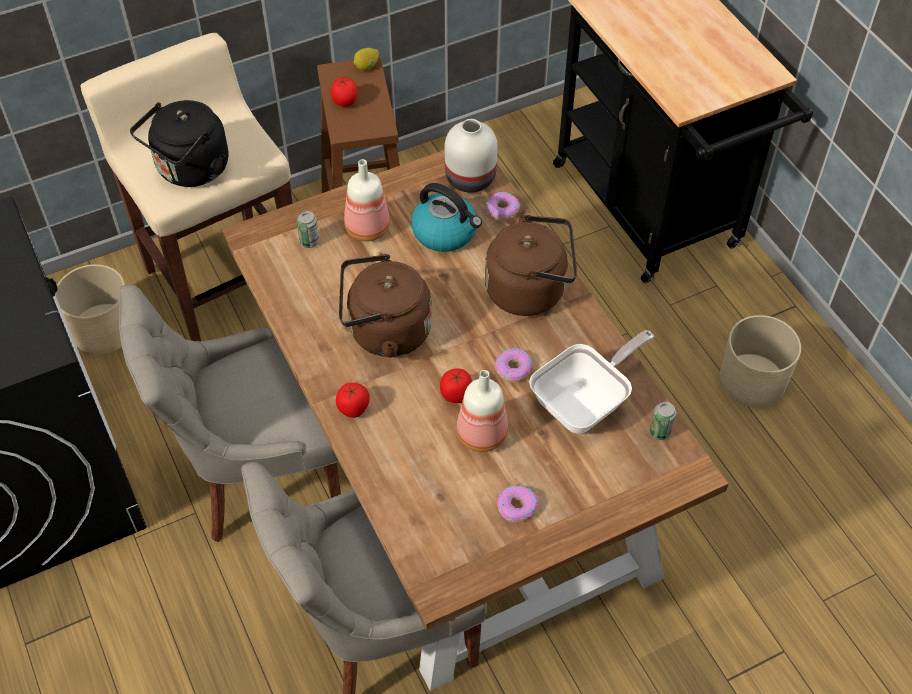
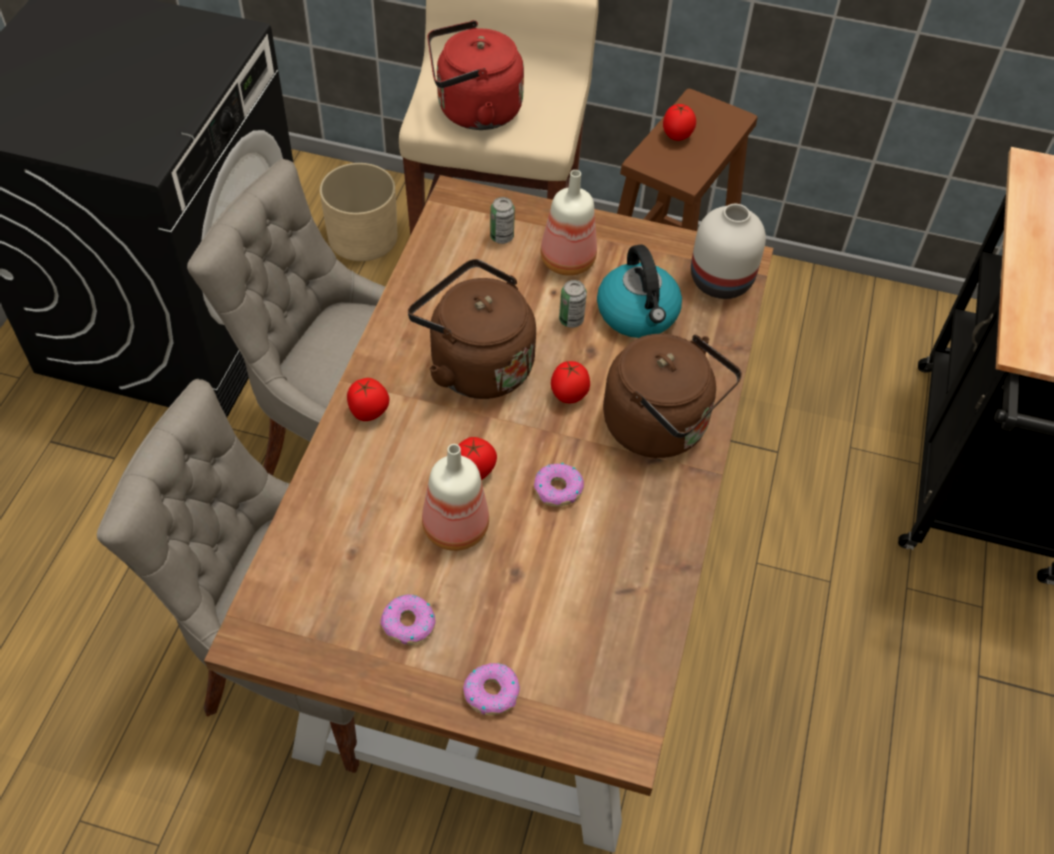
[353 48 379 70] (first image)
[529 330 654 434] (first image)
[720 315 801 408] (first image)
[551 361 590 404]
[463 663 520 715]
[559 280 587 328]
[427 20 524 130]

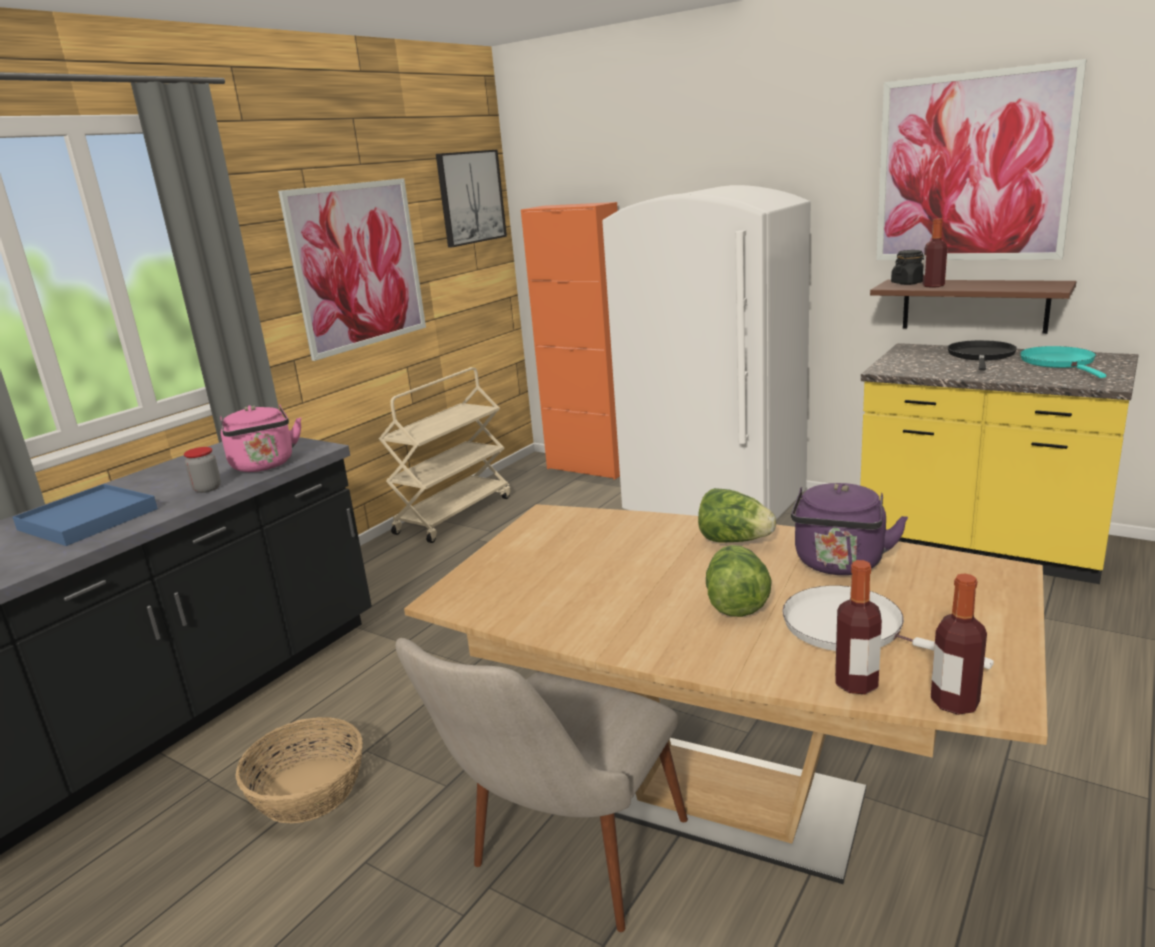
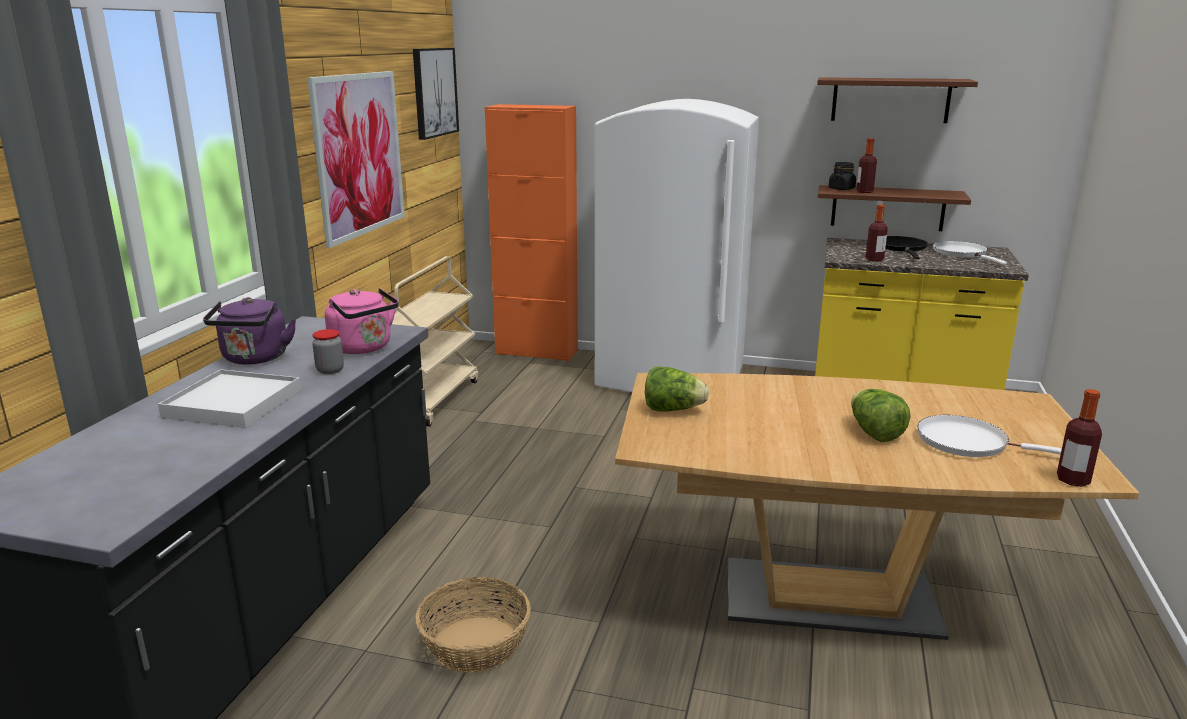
[396 638 688 932] (first image)
[645 367 709 412]
[203 297 296 365]
[866 204 888 261]
[817 77 978 123]
[158 369 301 428]
[933 241 1007 265]

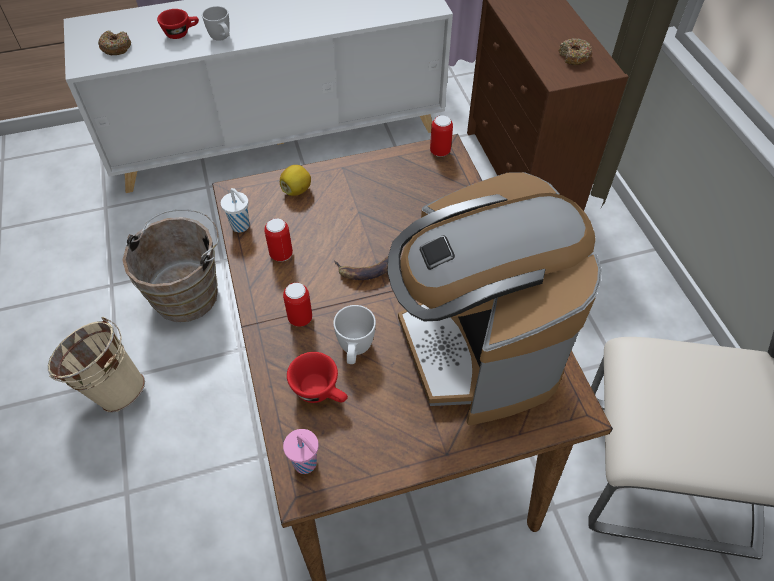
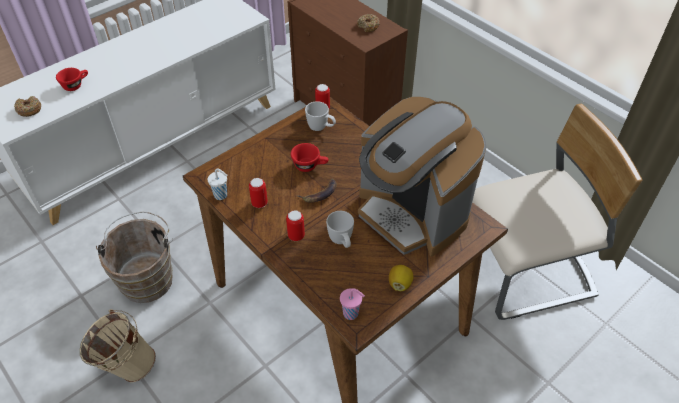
[305 101 336 131]
[389 265 413 291]
[291 143 329 172]

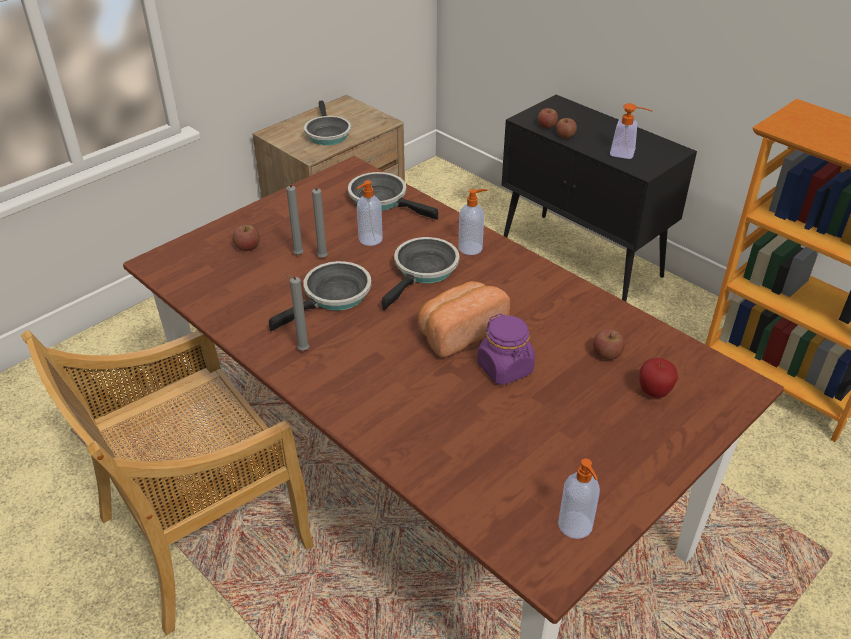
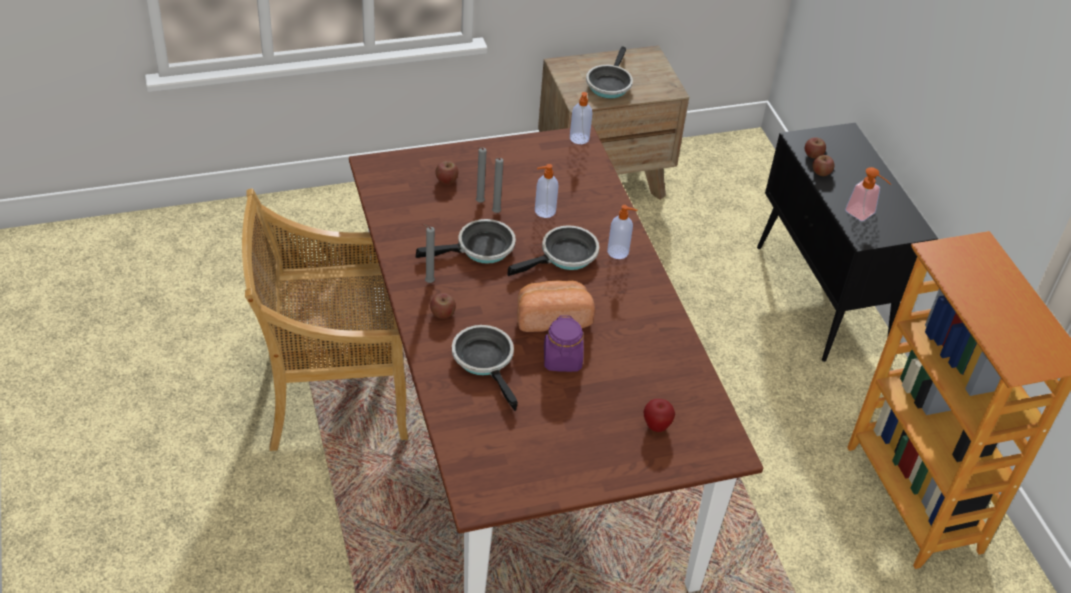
[452 325 518 411]
[570 92 592 144]
[430 293 456 319]

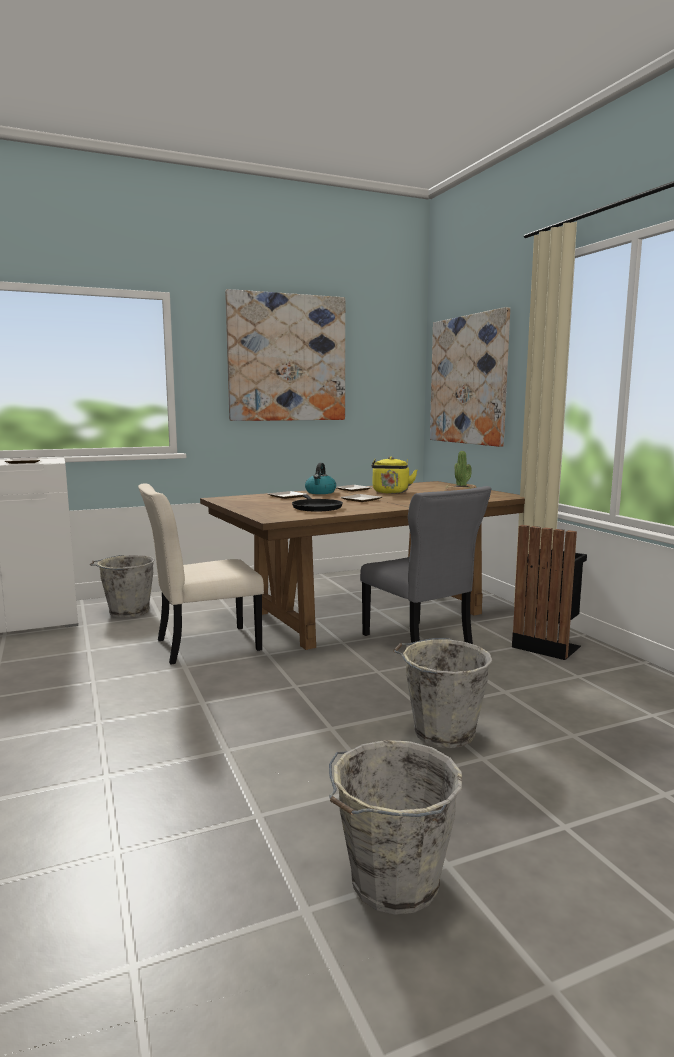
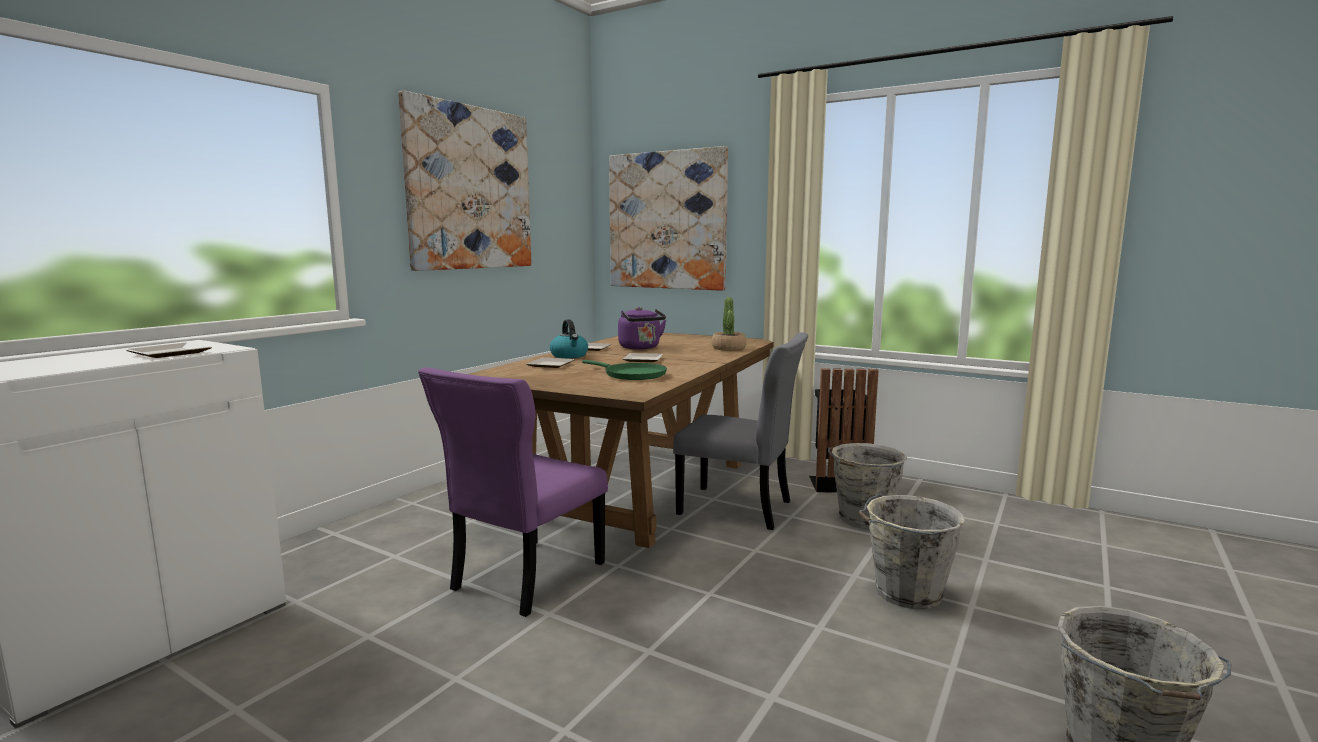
[828 443 907 529]
[418 367 608 617]
[582 360 667 380]
[618 307 666 350]

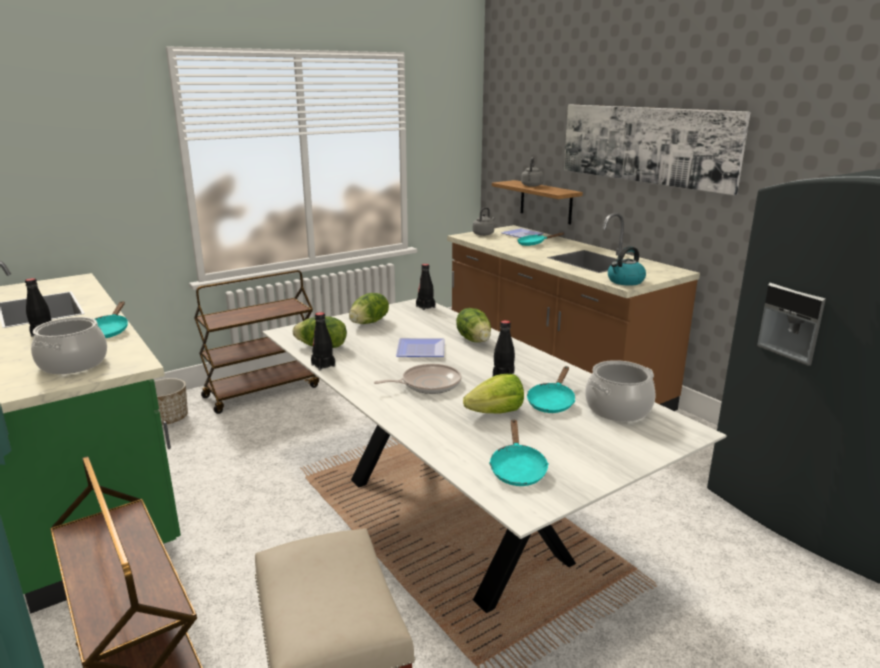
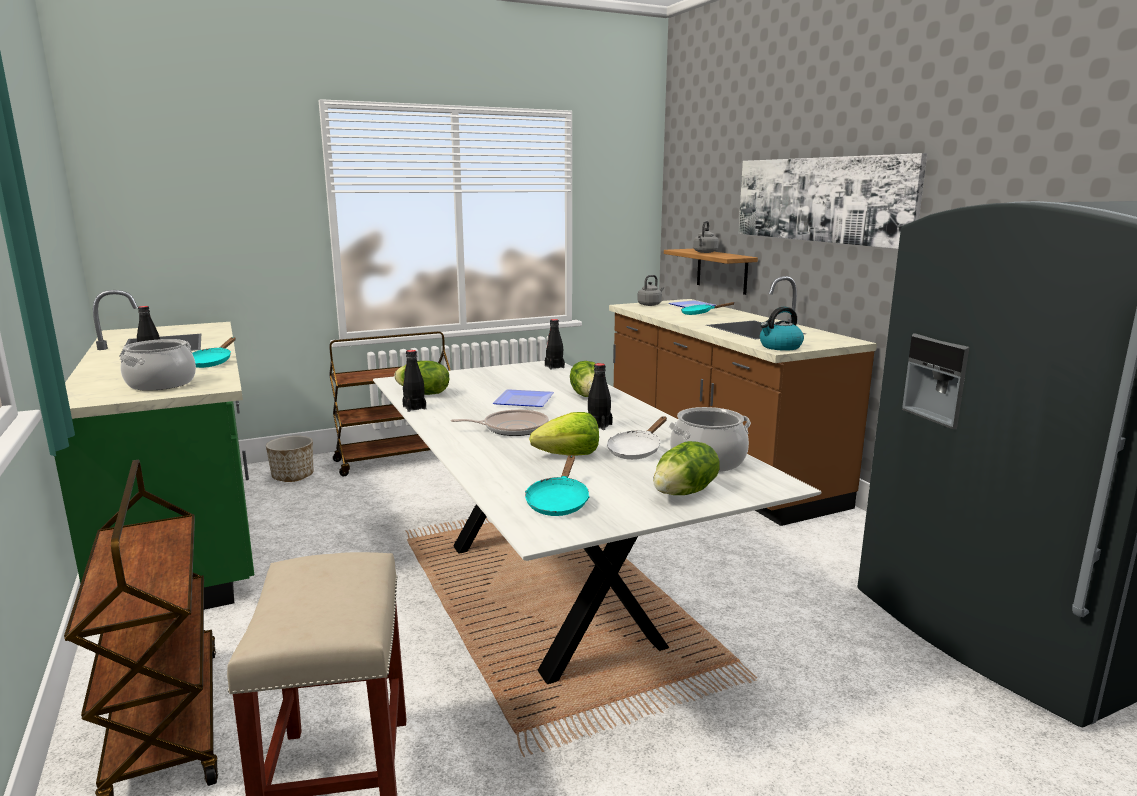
[653 441 720 495]
[607 417 667 460]

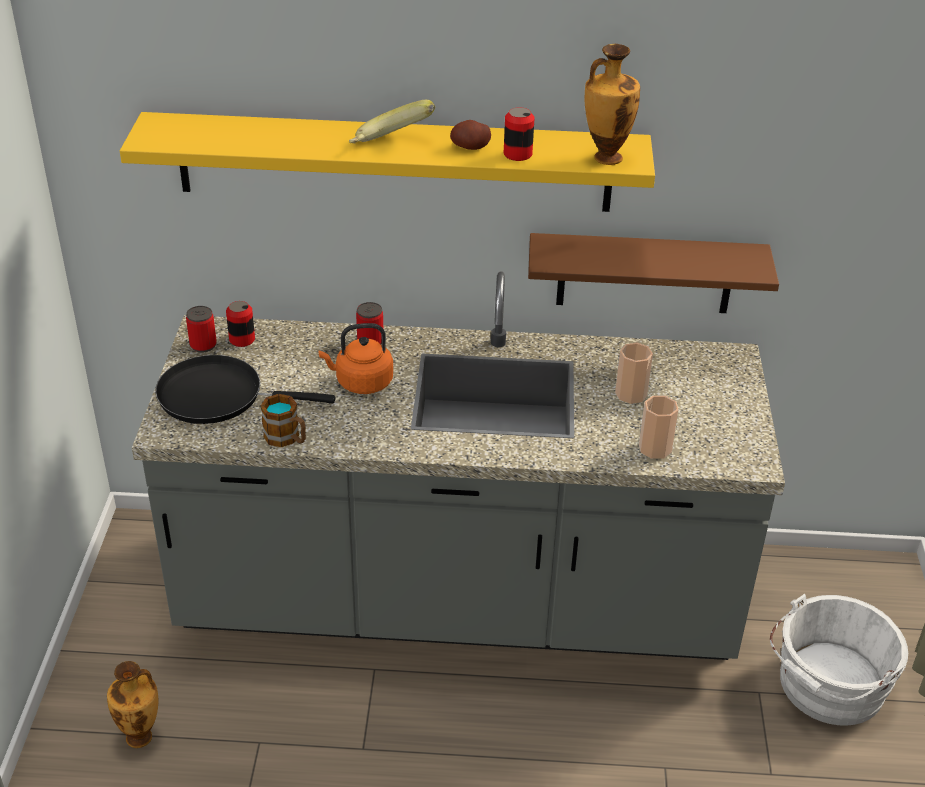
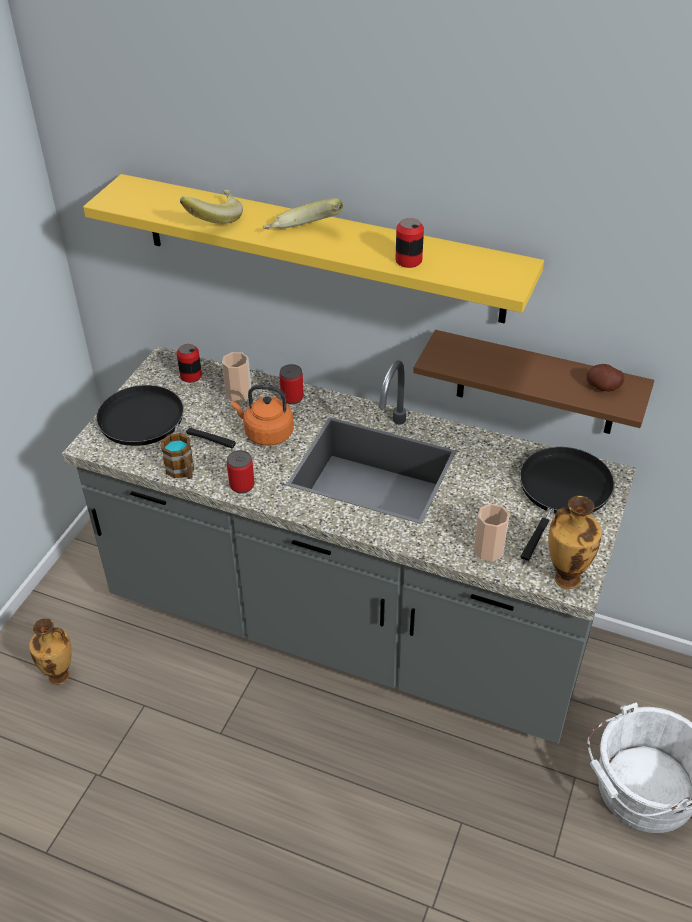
[180 190 243 224]
[520 447 615 561]
[227 450 254 493]
[586 364 624 391]
[548 496 602 589]
[222 352 251 402]

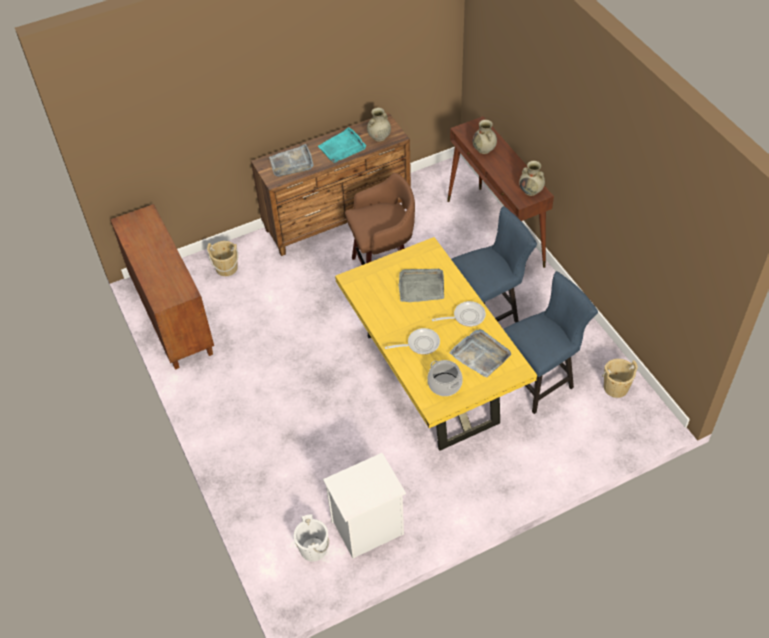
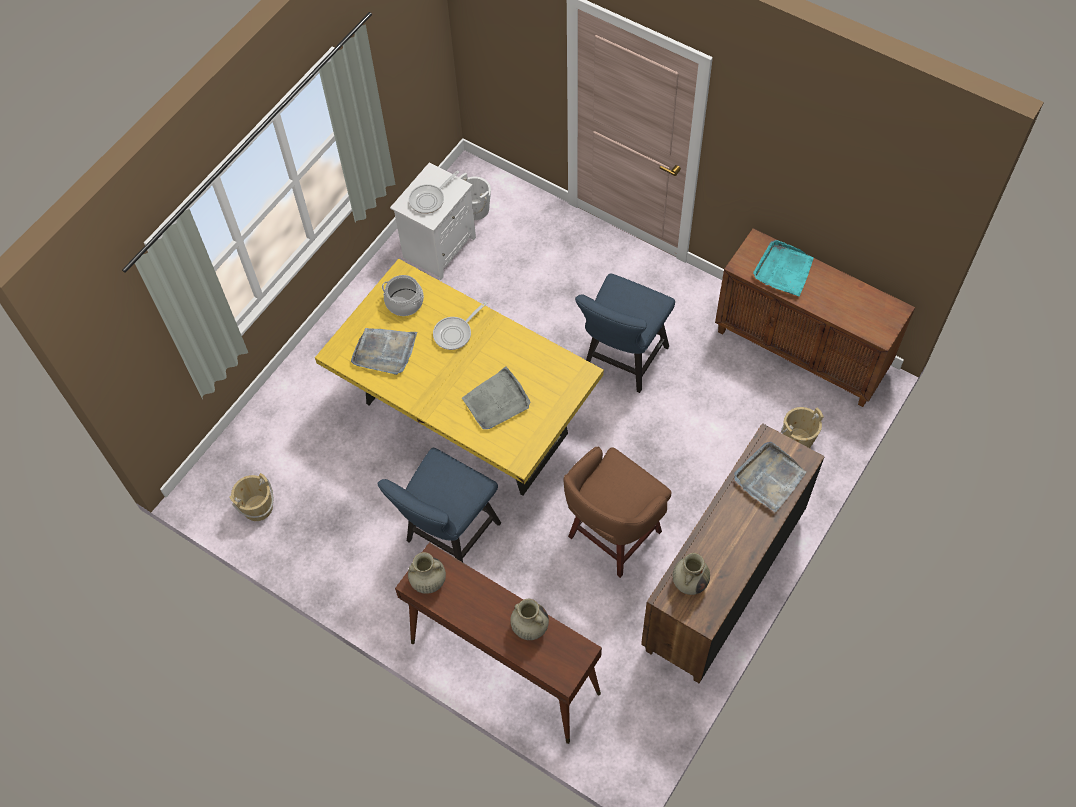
[753 240 814 296]
[409 171 459 214]
[575 273 675 393]

